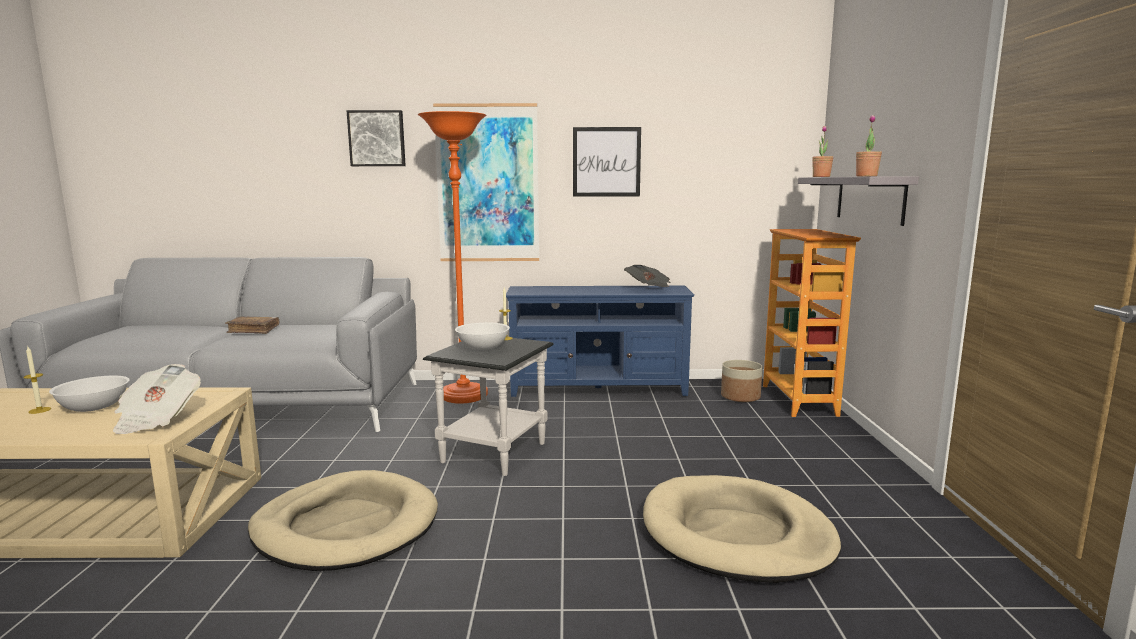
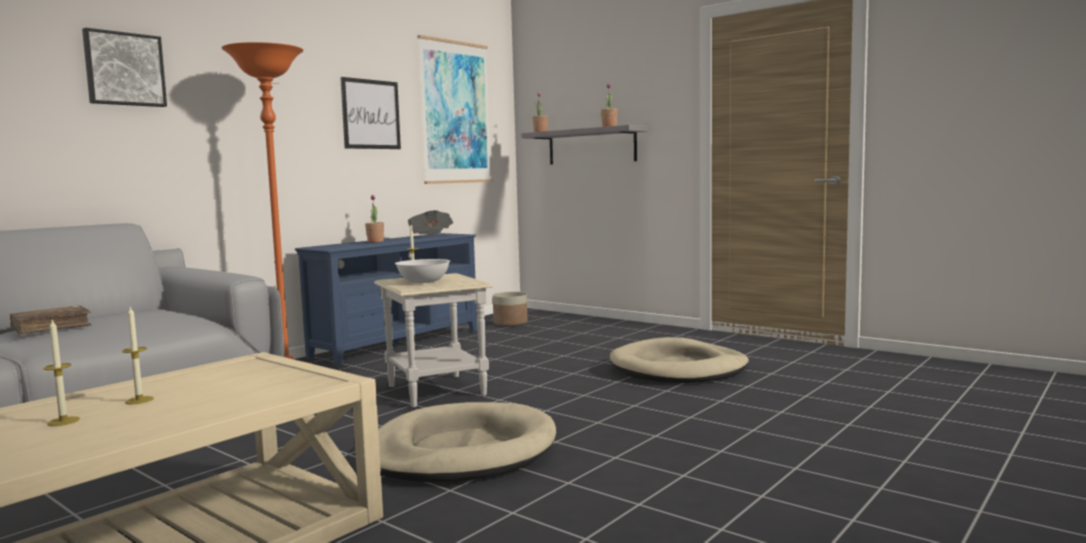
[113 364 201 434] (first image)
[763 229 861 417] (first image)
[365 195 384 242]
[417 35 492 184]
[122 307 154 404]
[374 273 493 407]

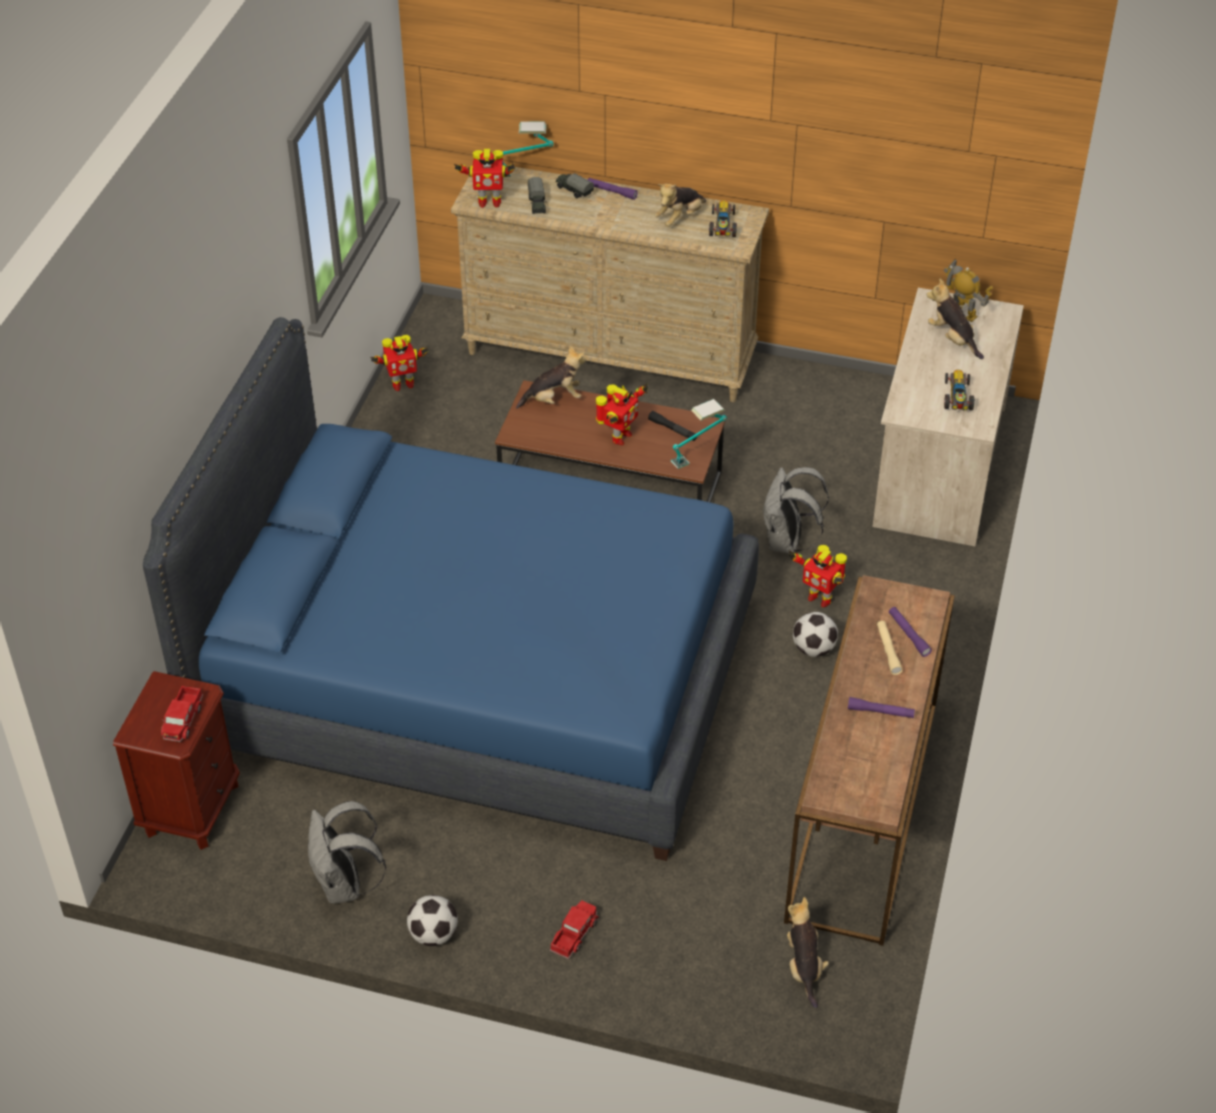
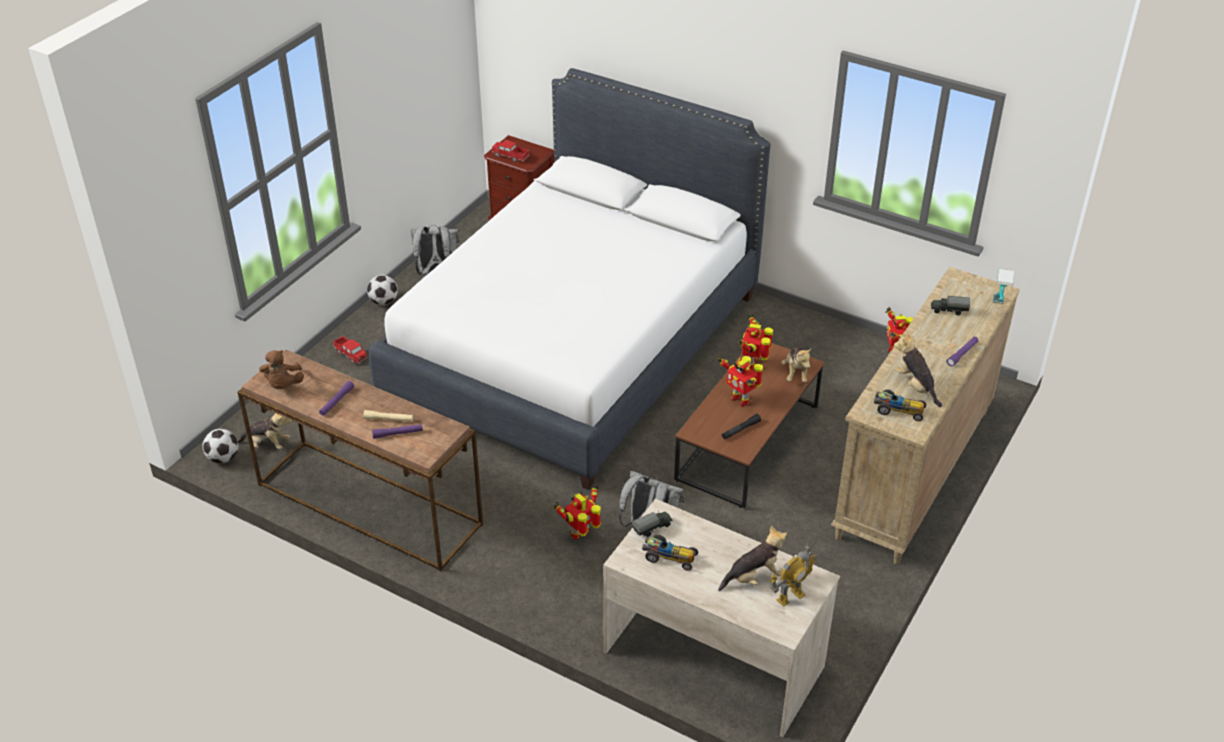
[671 399 727 469] (first image)
[259 350 304 389]
[737 313 773 370]
[632 511 673 537]
[202 429 238 463]
[369 68 770 490]

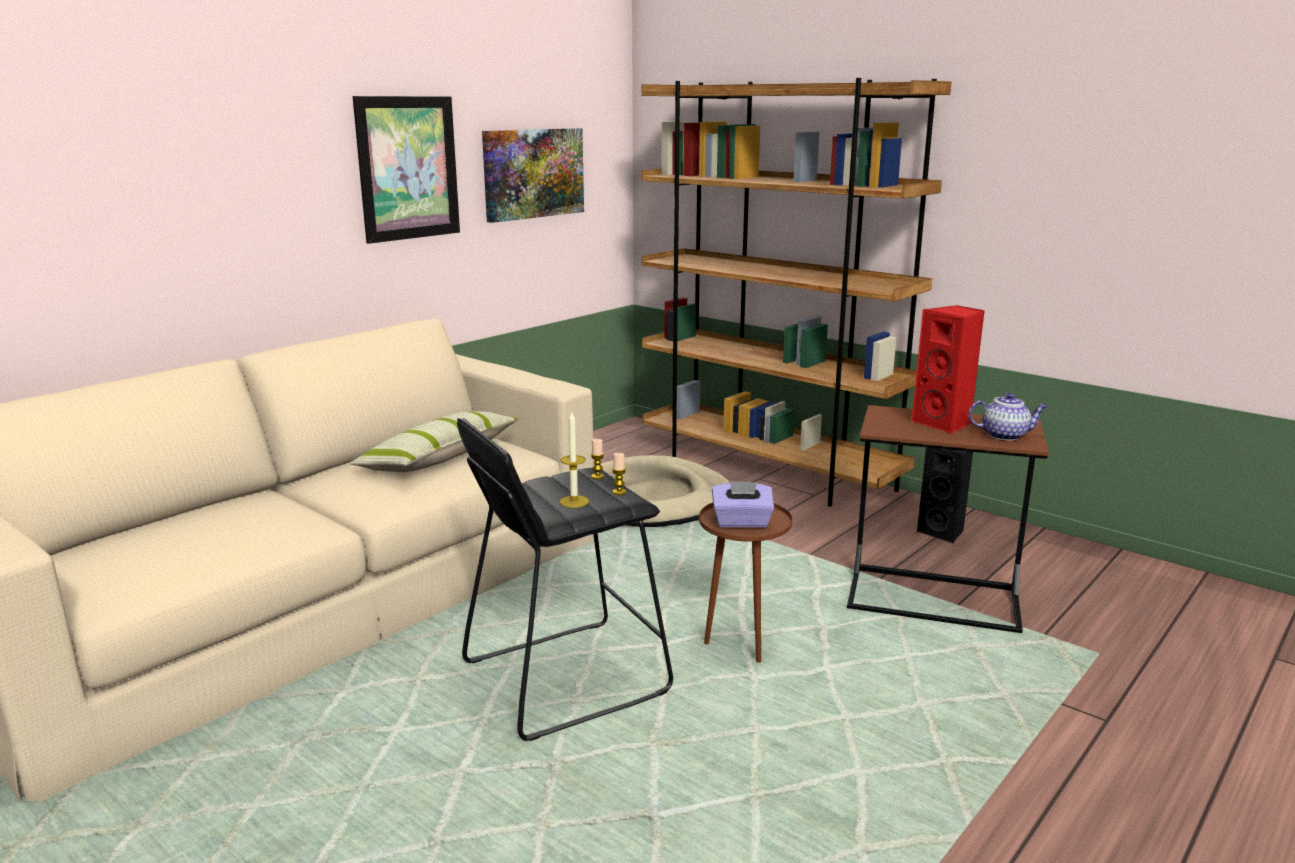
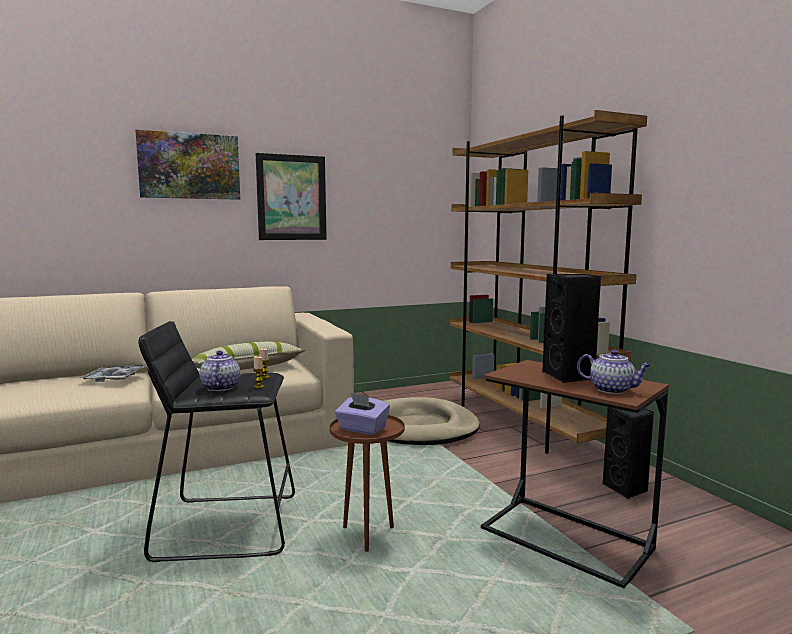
[80 365 147 382]
[135 129 240 200]
[199 351 240 391]
[542 274 601 383]

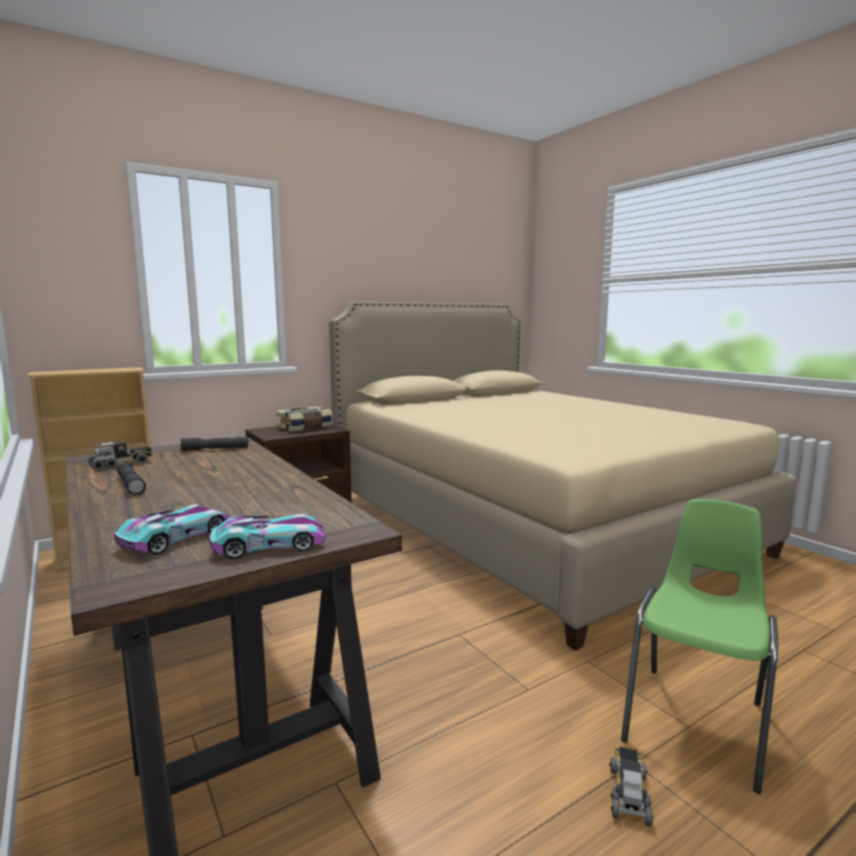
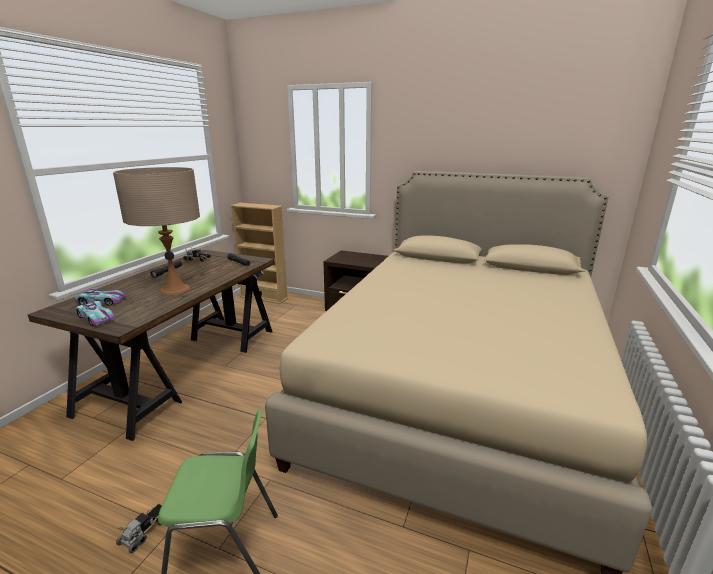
[276 406 333 431] (first image)
[113 167 200 295]
[116 504 162 553]

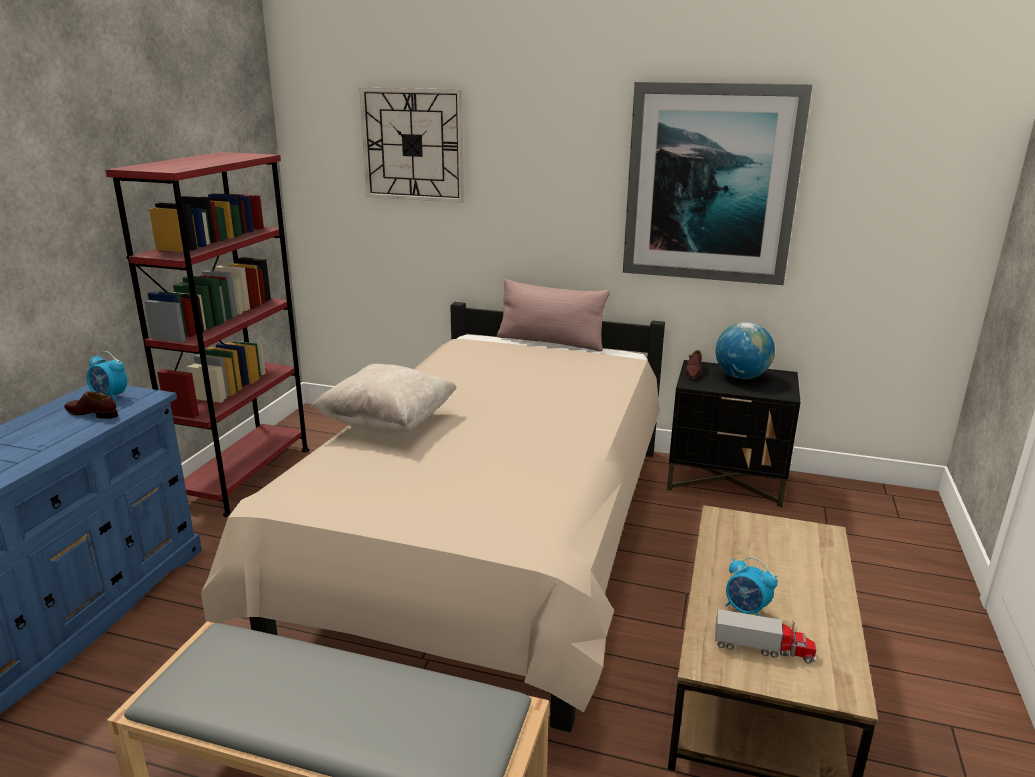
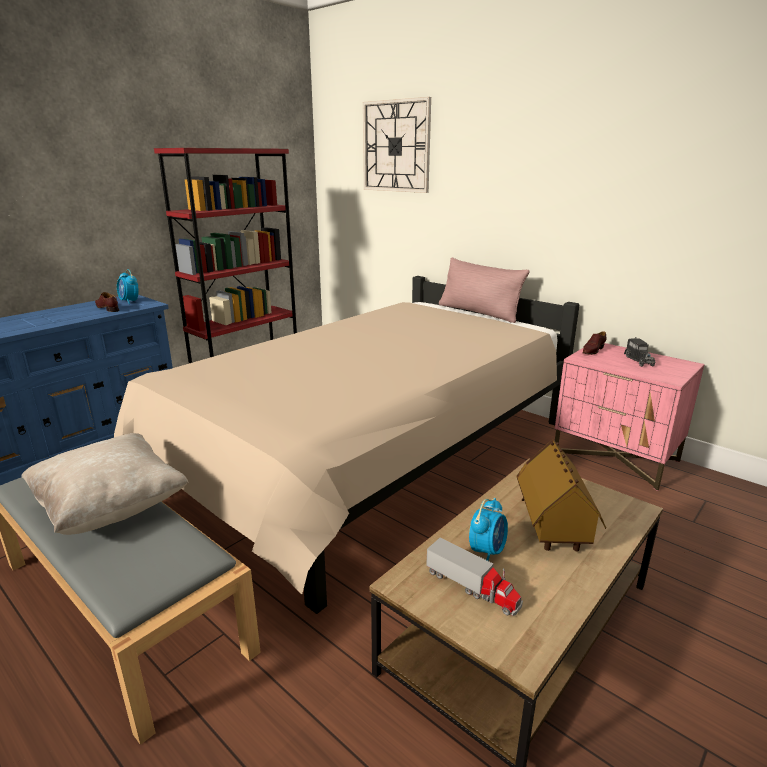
[623 82 813 285] (first image)
[517 439 606 551]
[21 433 188 535]
[624 337 655 367]
[555 343 705 491]
[469 498 508 561]

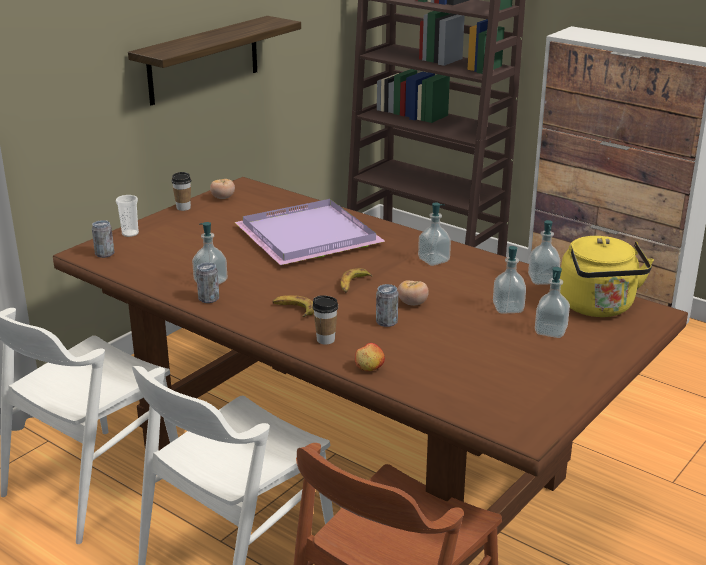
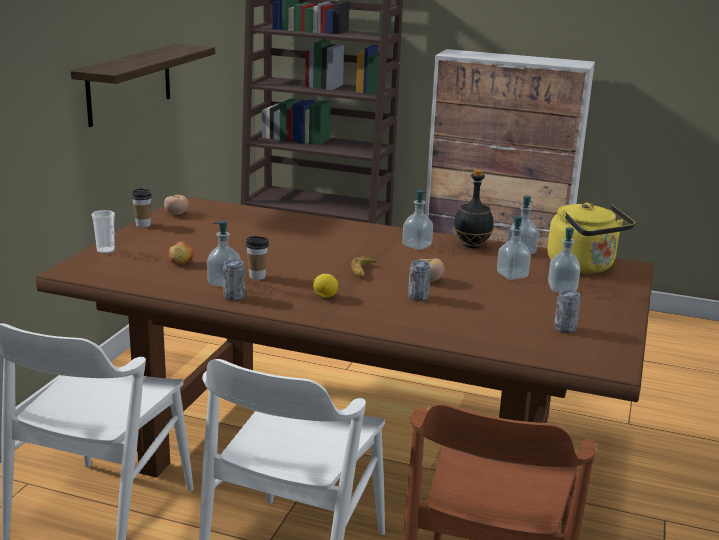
[234 199 385 265] (first image)
[454 169 494 248]
[554 290 581 333]
[246 236 269 280]
[168 241 193 265]
[313 274 338 298]

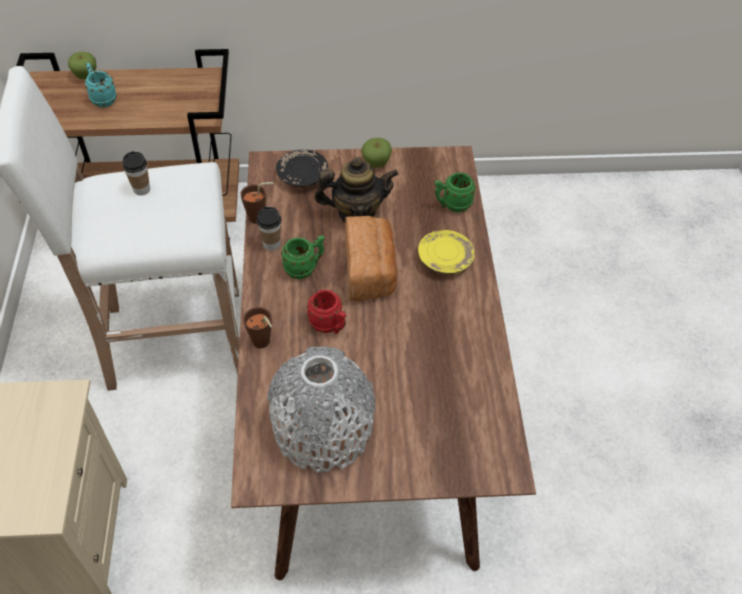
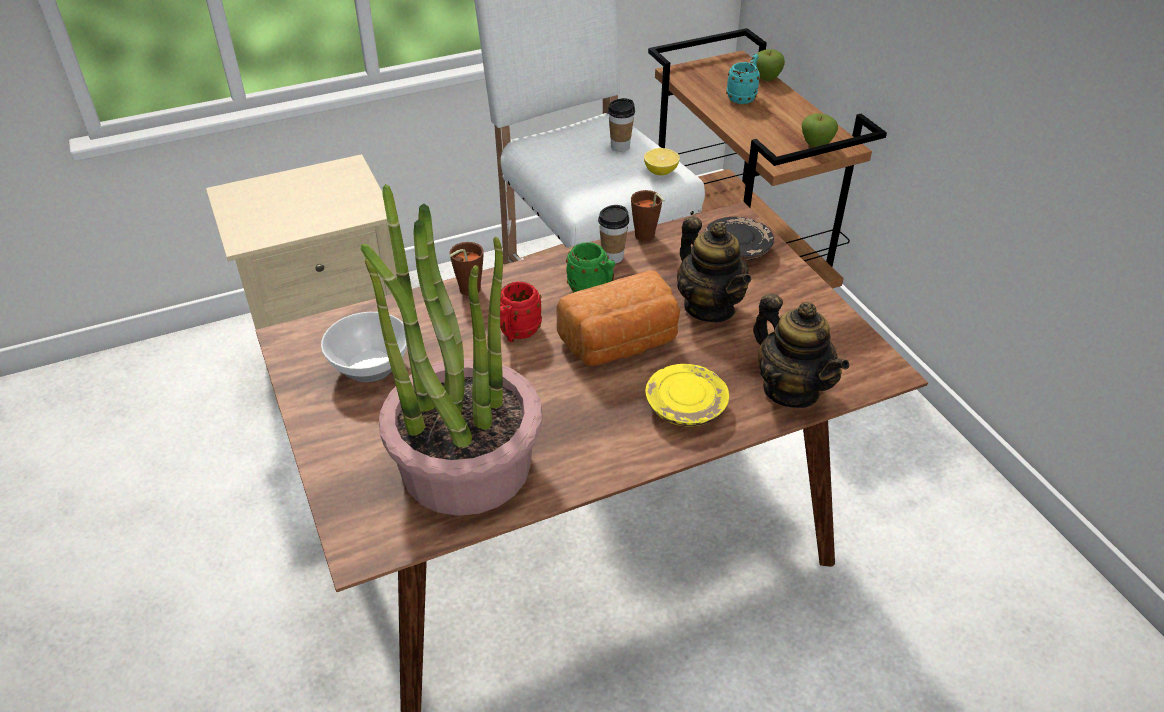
[361 184 543 516]
[644 148 680 175]
[802 113 838 147]
[321 312 407 382]
[753 293 849 408]

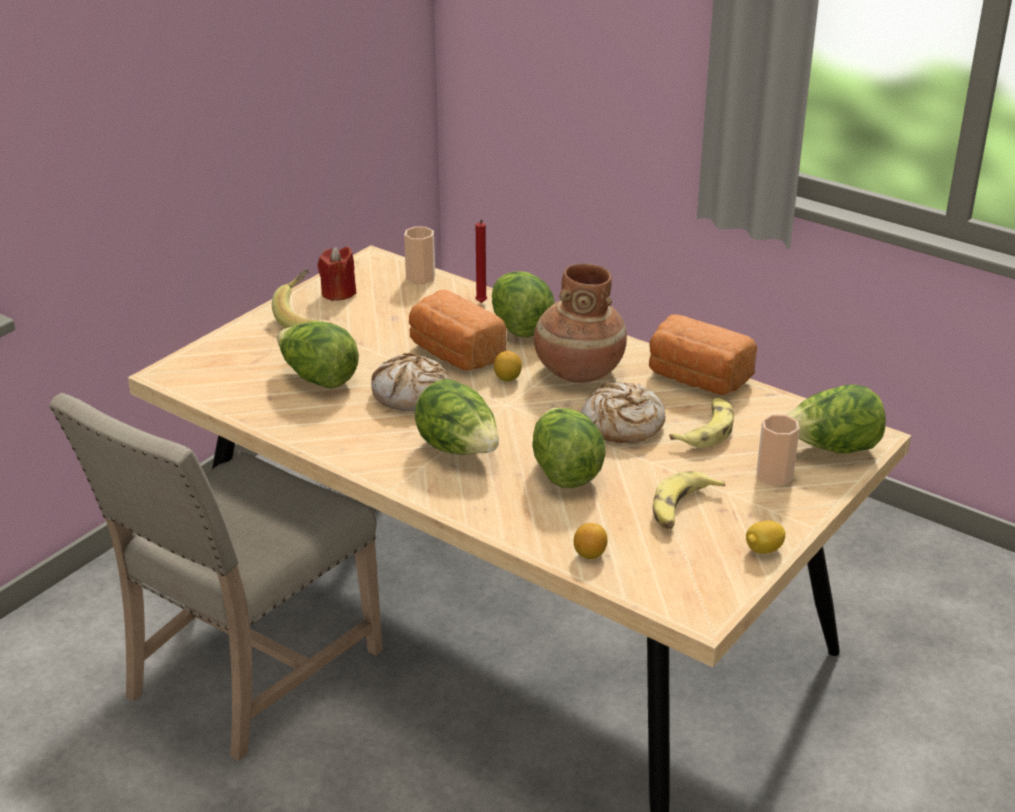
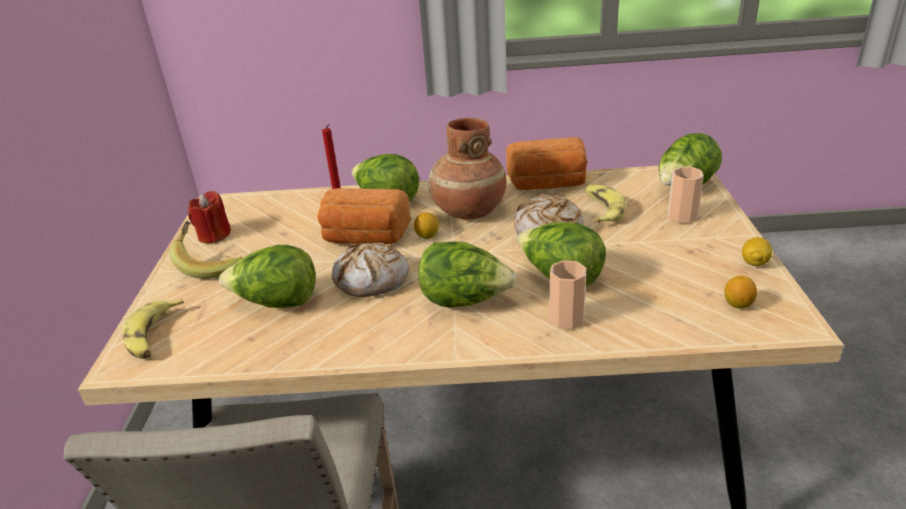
[549 260 586 330]
[724 276 757 309]
[122 299 184 359]

